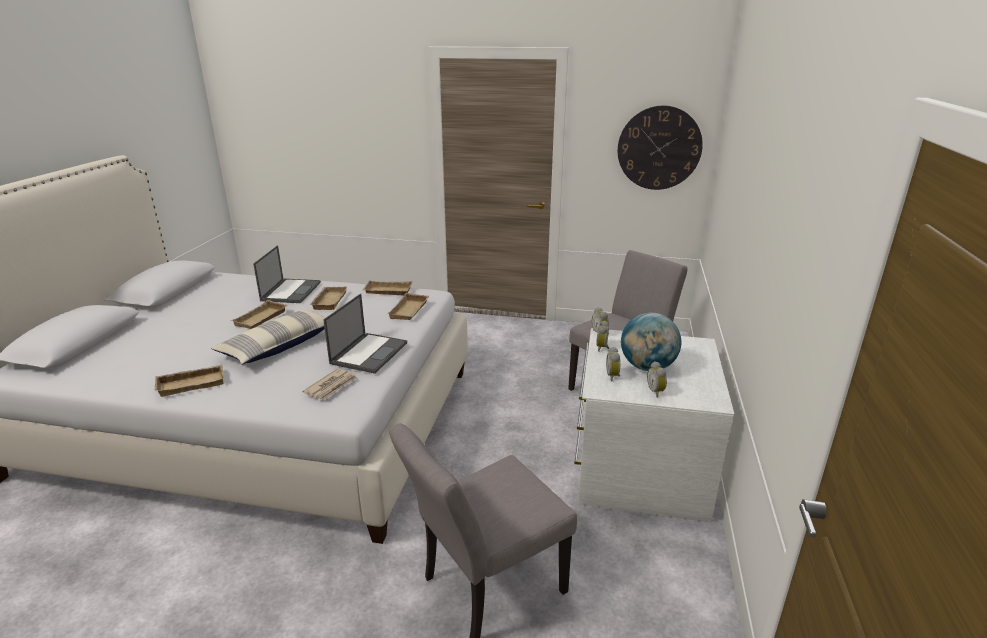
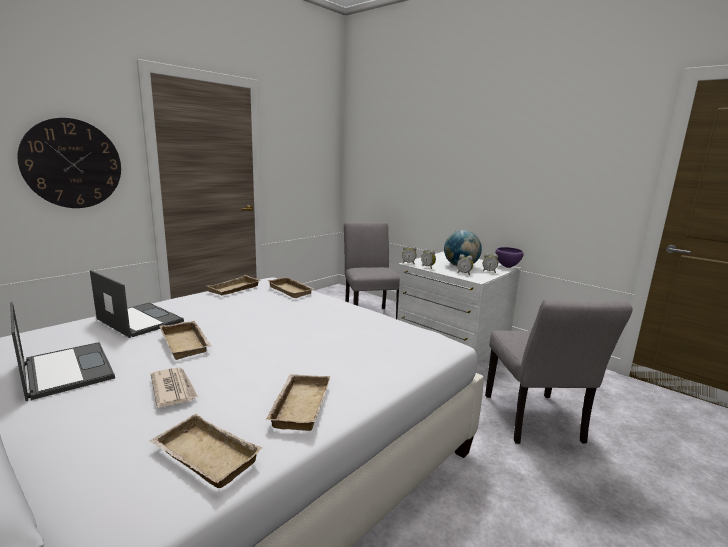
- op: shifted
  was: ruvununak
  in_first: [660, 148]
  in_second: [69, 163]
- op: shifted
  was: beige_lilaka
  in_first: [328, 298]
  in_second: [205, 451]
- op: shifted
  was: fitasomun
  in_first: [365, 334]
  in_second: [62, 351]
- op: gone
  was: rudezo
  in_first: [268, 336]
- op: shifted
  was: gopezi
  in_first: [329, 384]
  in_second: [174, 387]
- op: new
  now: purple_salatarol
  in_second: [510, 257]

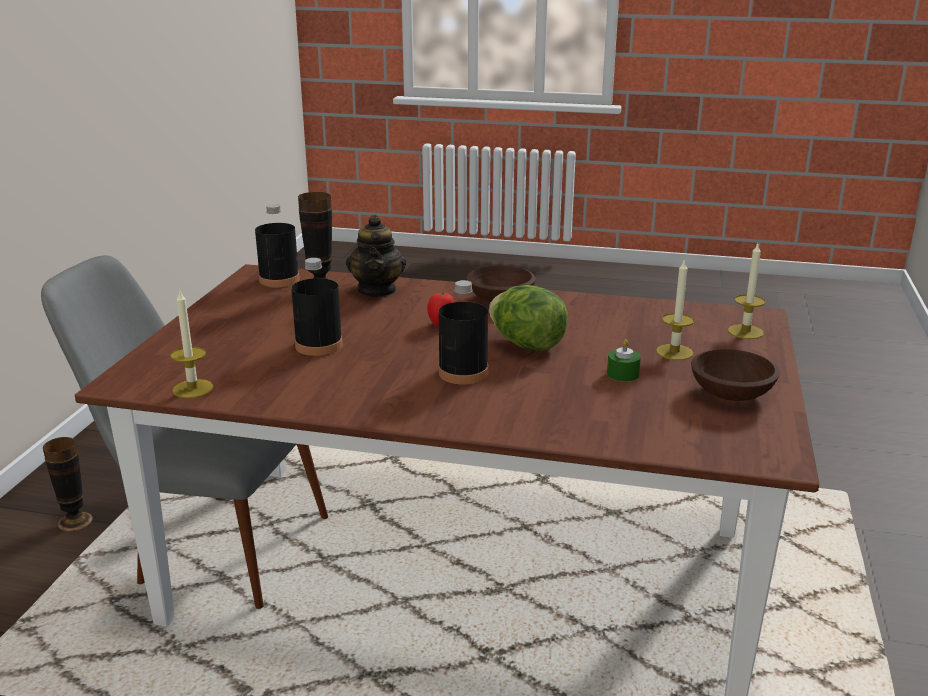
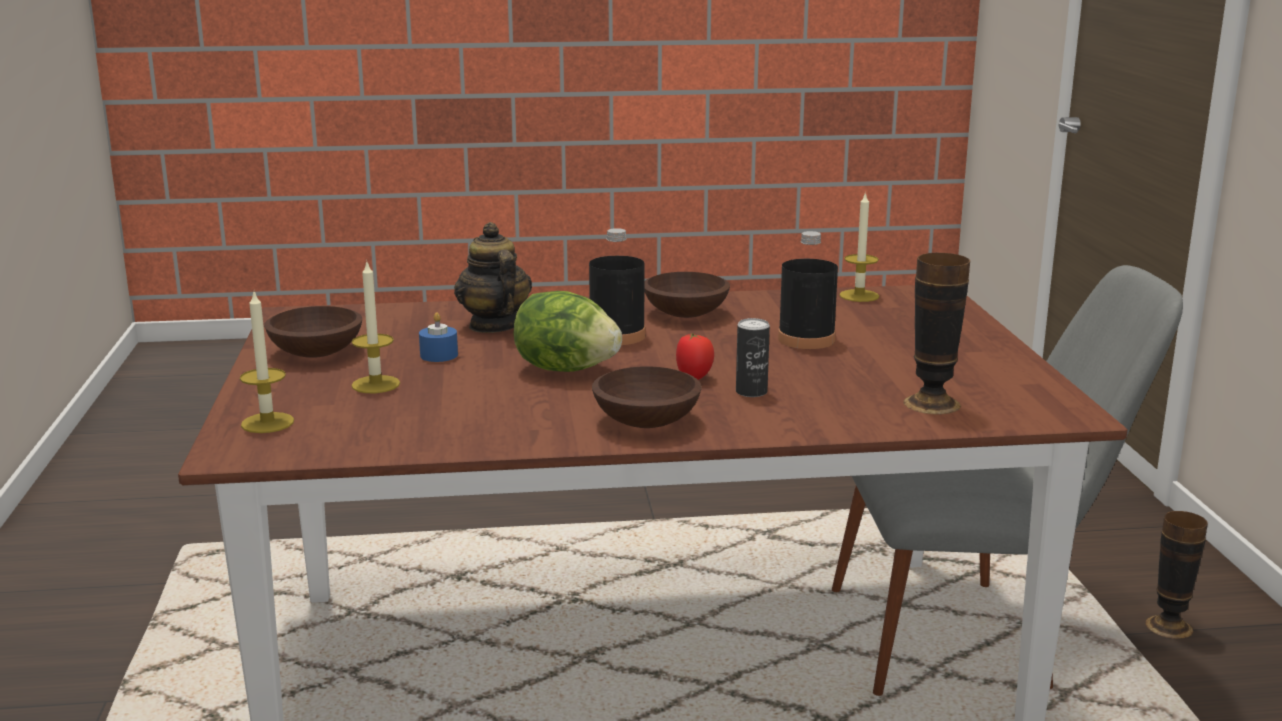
- op: gone
  was: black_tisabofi
  in_first: [277, 245]
- op: shifted
  was: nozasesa
  in_first: [376, 256]
  in_second: [493, 277]
- op: repainted
  was: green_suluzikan
  now: blue_suluzikan
  in_first: [624, 360]
  in_second: [438, 337]
- op: new
  now: brown_salatarol
  in_second: [687, 295]
- op: new
  now: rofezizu
  in_second: [753, 357]

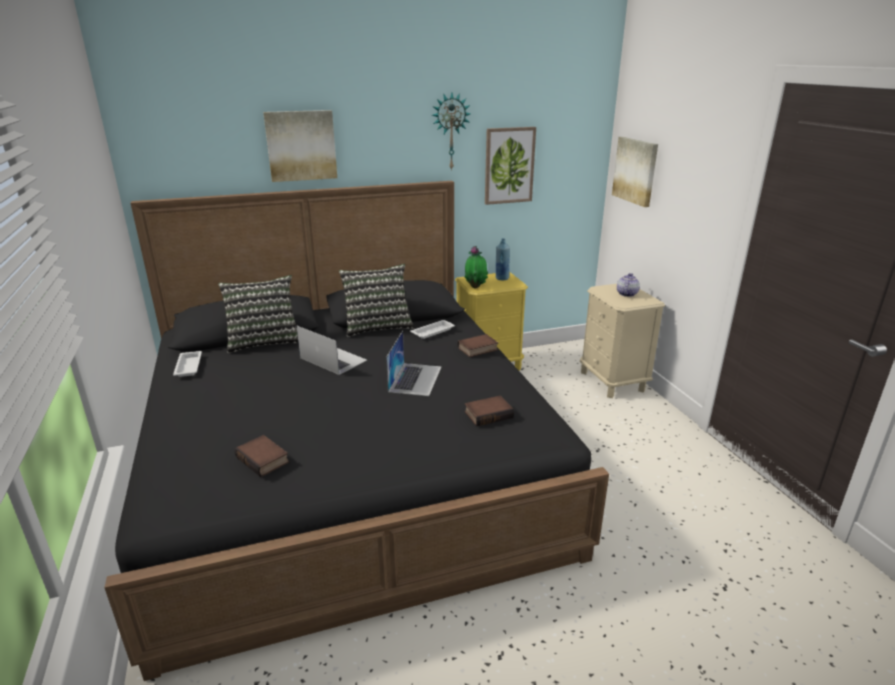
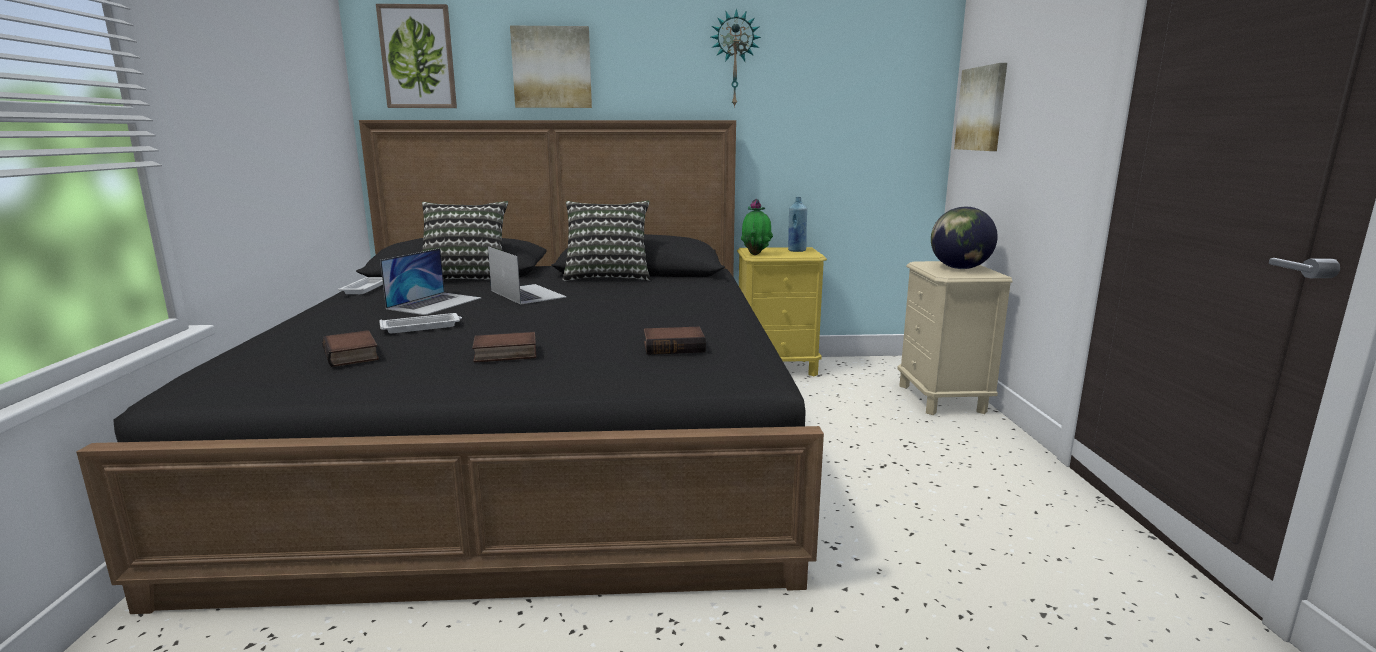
- op: shifted
  was: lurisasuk
  in_first: [510, 166]
  in_second: [416, 56]
- op: swapped
  was: nozasesa
  now: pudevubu
  in_first: [628, 285]
  in_second: [964, 238]
- op: shifted
  was: white_lilaka
  in_first: [432, 329]
  in_second: [420, 323]
- op: shifted
  was: fitasomun
  in_first: [414, 363]
  in_second: [430, 281]
- op: shifted
  was: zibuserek
  in_first: [477, 345]
  in_second: [504, 347]

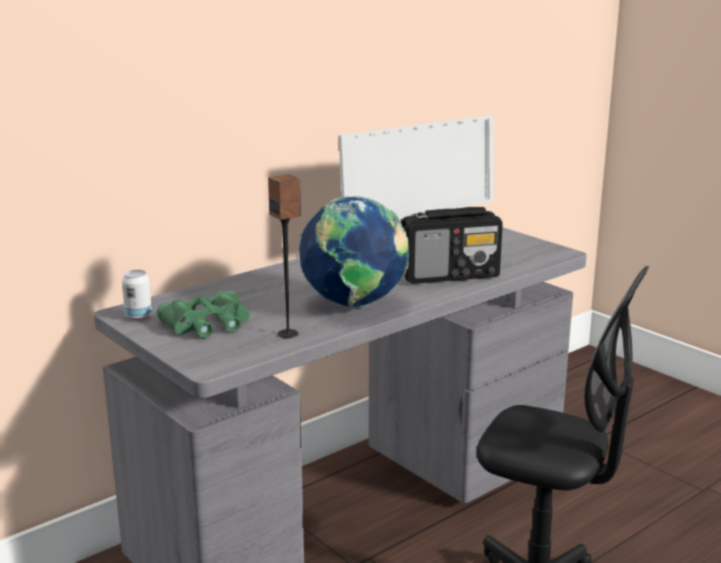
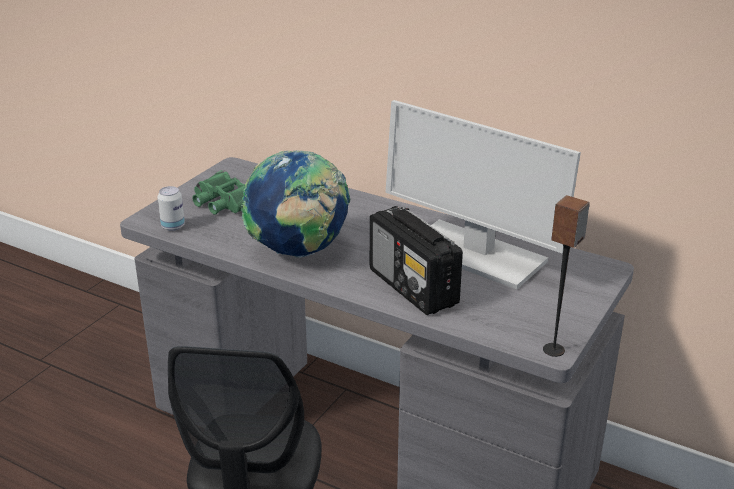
- op: shifted
  was: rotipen
  in_first: [284, 256]
  in_second: [566, 276]
- op: shifted
  was: rofezizu
  in_first: [137, 295]
  in_second: [171, 208]

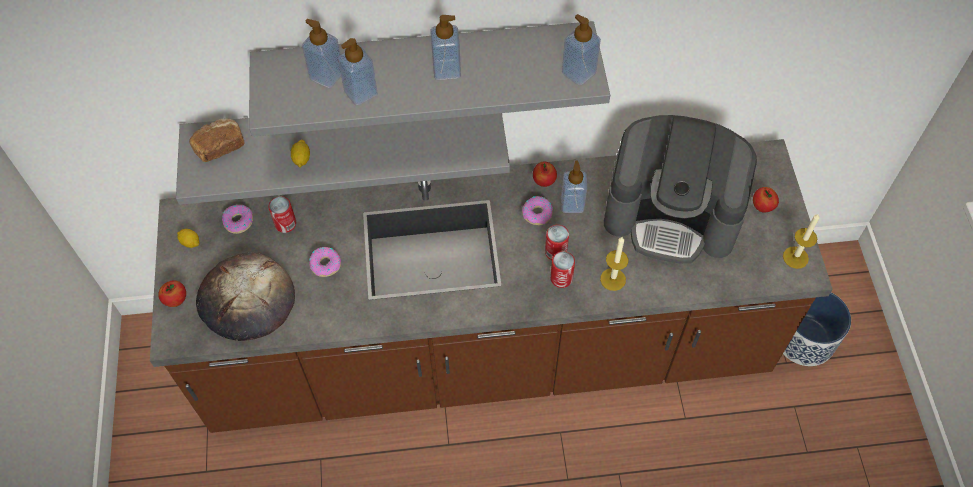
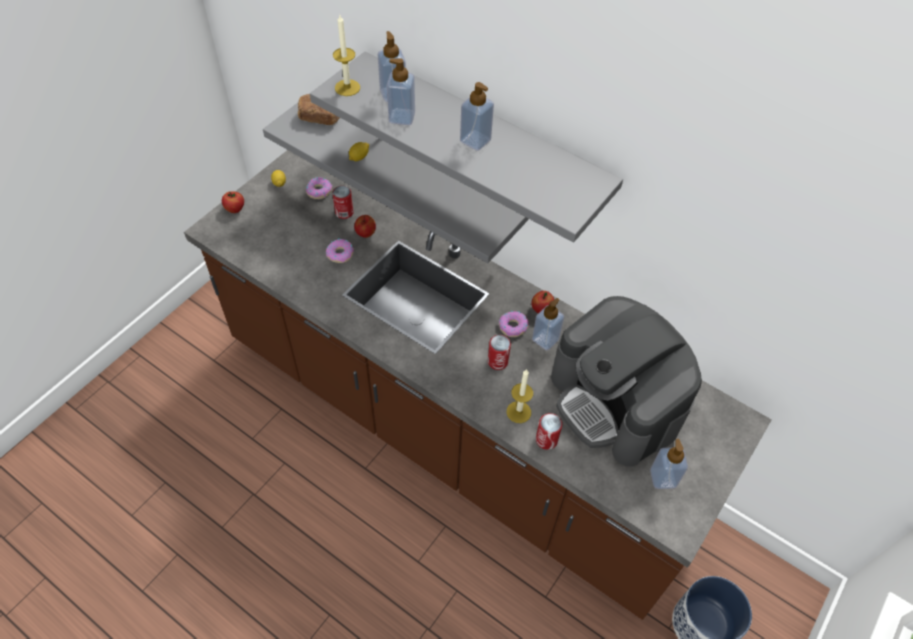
- op: shifted
  was: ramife
  in_first: [581, 49]
  in_second: [669, 464]
- op: shifted
  was: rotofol
  in_first: [766, 200]
  in_second: [365, 226]
- op: shifted
  was: suluzikan
  in_first: [801, 241]
  in_second: [346, 55]
- op: shifted
  was: rofezizu
  in_first: [562, 269]
  in_second: [549, 431]
- op: gone
  was: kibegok
  in_first: [245, 296]

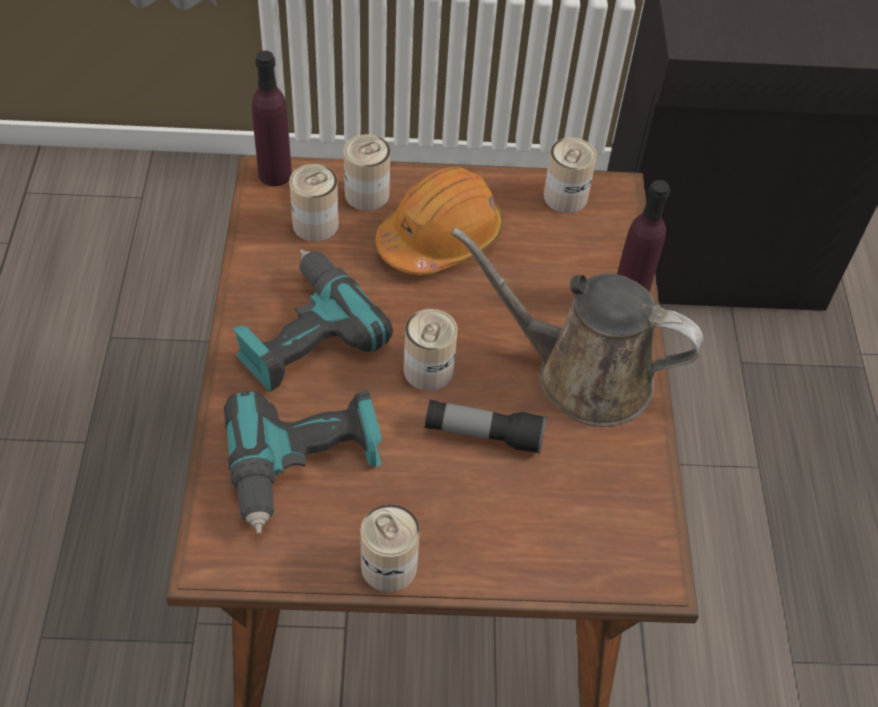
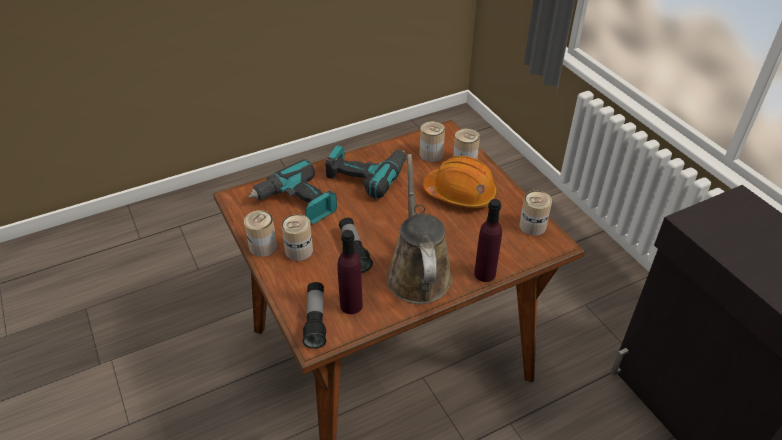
- op: shifted
  was: purple_tisabofi
  in_first: [272, 118]
  in_second: [350, 272]
- op: shifted
  was: rofezizu
  in_first: [431, 350]
  in_second: [297, 237]
- op: new
  now: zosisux
  in_second: [314, 315]

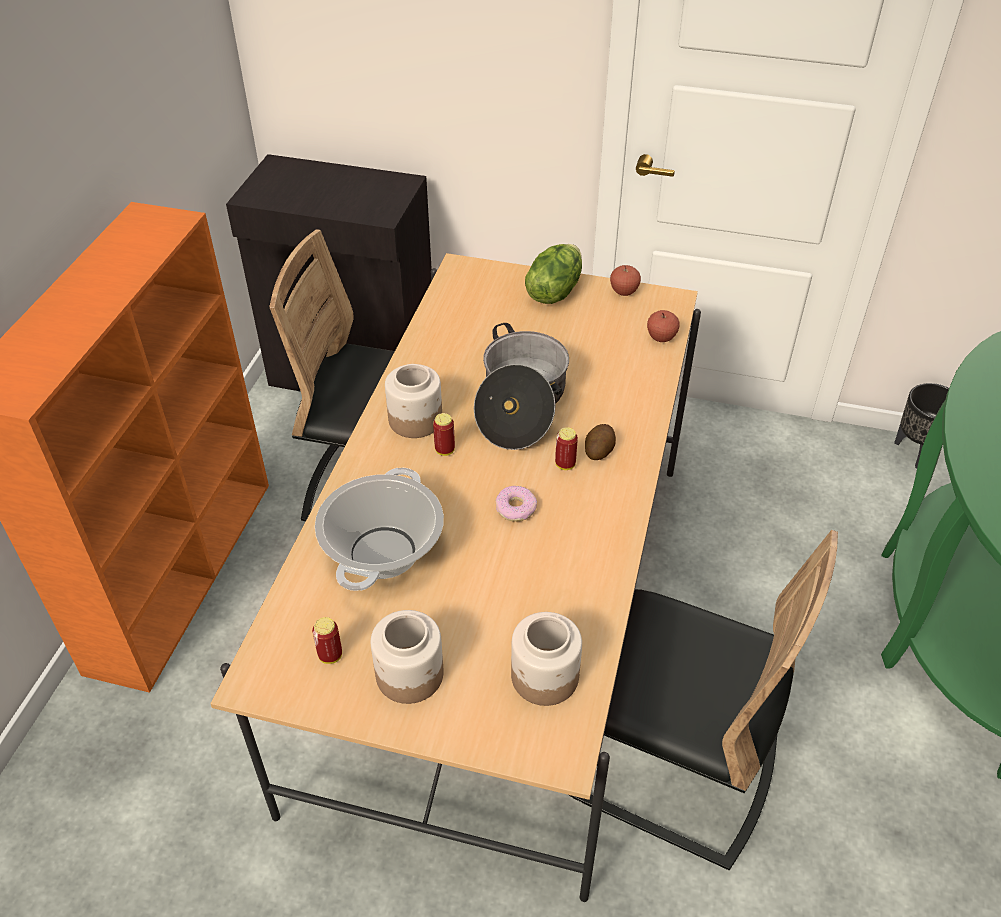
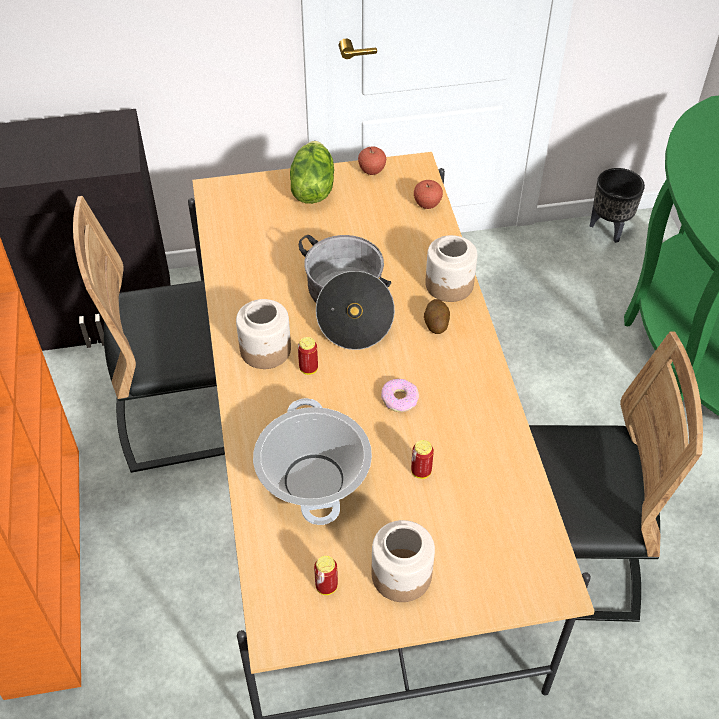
- op: shifted
  was: rofezizu
  in_first: [566, 448]
  in_second: [422, 459]
- op: shifted
  was: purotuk
  in_first: [546, 659]
  in_second: [451, 268]

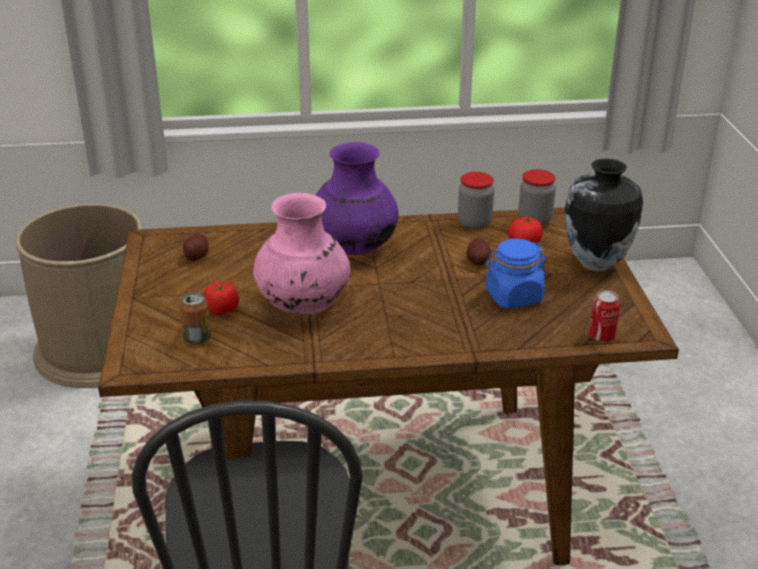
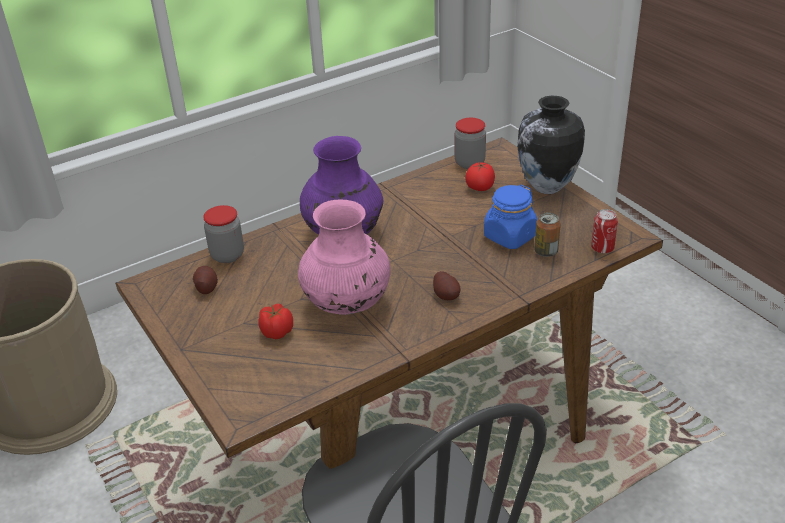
- op: shifted
  was: purotuk
  in_first: [476, 200]
  in_second: [223, 234]
- op: shifted
  was: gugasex
  in_first: [479, 251]
  in_second: [447, 285]
- op: shifted
  was: rofezizu
  in_first: [195, 318]
  in_second: [547, 234]

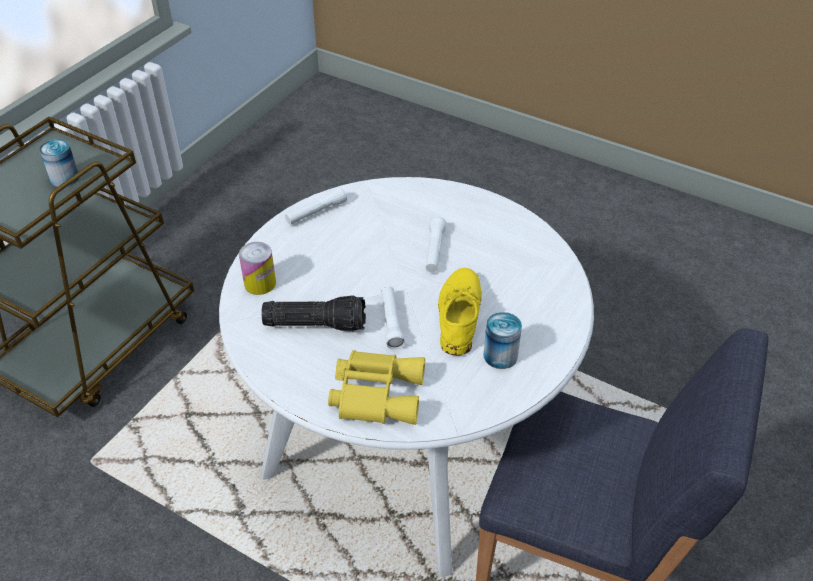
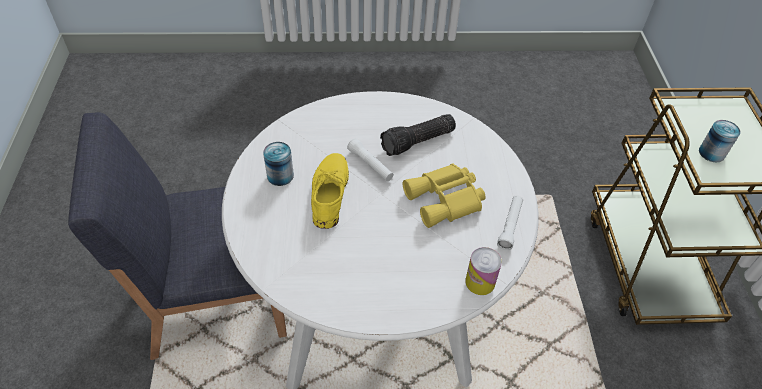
- op: gone
  was: white_zosisux
  in_first: [436, 245]
- op: shifted
  was: rofezizu
  in_first: [257, 268]
  in_second: [483, 271]
- op: rotated
  was: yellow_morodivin
  in_first: [460, 312]
  in_second: [330, 191]
  clockwise: -150
- op: shifted
  was: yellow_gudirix
  in_first: [376, 387]
  in_second: [444, 196]

